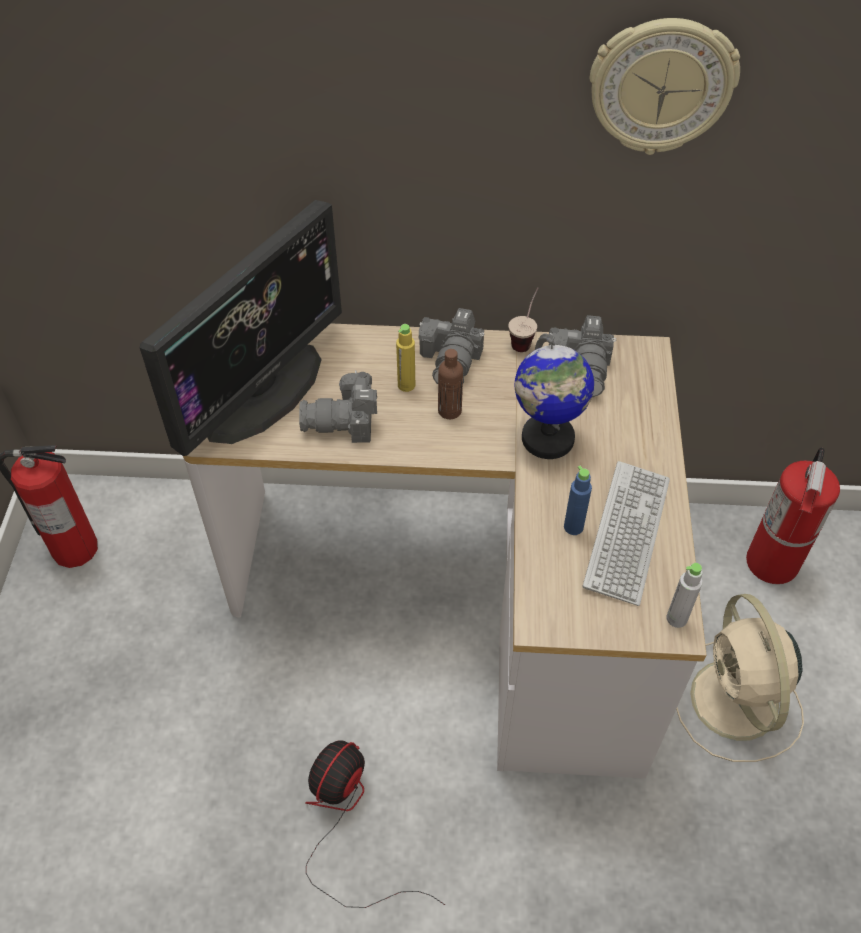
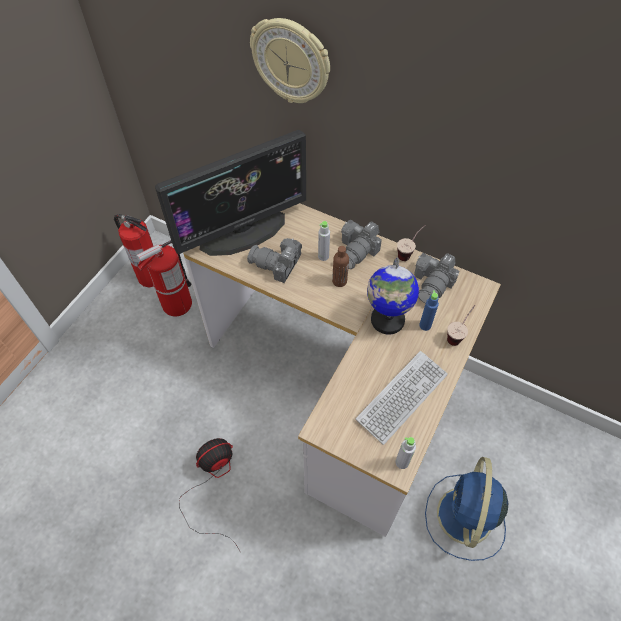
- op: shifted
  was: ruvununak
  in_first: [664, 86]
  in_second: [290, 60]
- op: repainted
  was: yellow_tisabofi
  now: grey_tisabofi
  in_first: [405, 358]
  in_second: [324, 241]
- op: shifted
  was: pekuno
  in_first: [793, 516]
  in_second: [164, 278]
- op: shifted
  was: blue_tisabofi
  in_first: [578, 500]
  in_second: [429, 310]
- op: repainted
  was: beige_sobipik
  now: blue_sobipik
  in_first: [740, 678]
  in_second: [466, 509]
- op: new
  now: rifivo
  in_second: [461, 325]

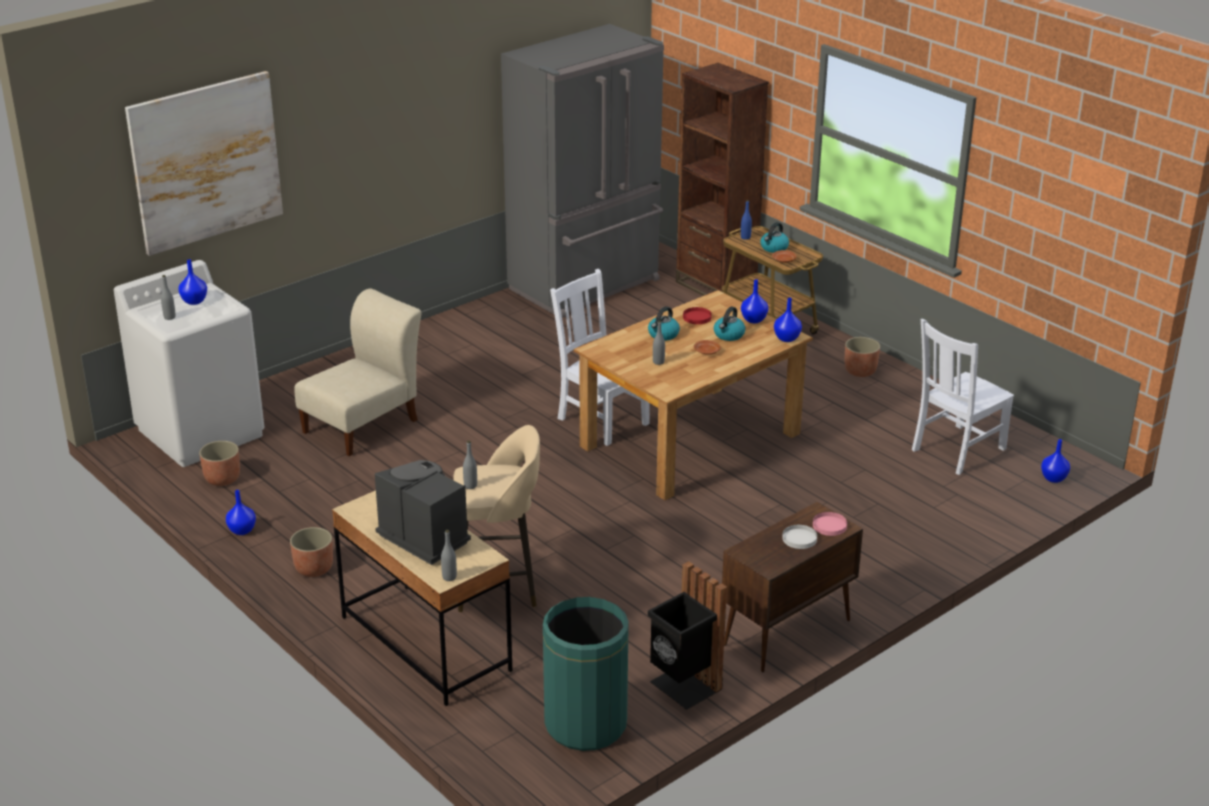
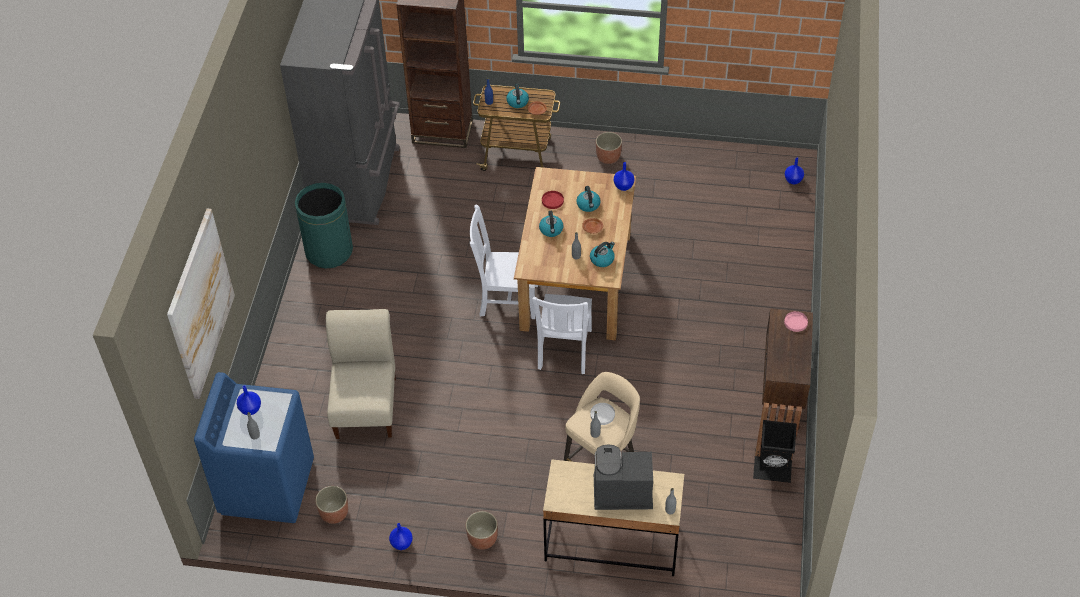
- op: repainted
  was: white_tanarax
  now: blue_tanarax
  in_first: [189, 363]
  in_second: [254, 447]
- op: gone
  was: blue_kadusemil
  in_first: [754, 301]
- op: shifted
  was: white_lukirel
  in_first: [963, 397]
  in_second: [562, 334]
- op: shifted
  was: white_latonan
  in_first: [799, 537]
  in_second: [602, 414]
- op: shifted
  was: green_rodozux
  in_first: [586, 674]
  in_second: [324, 226]
- op: new
  now: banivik
  in_second: [602, 254]

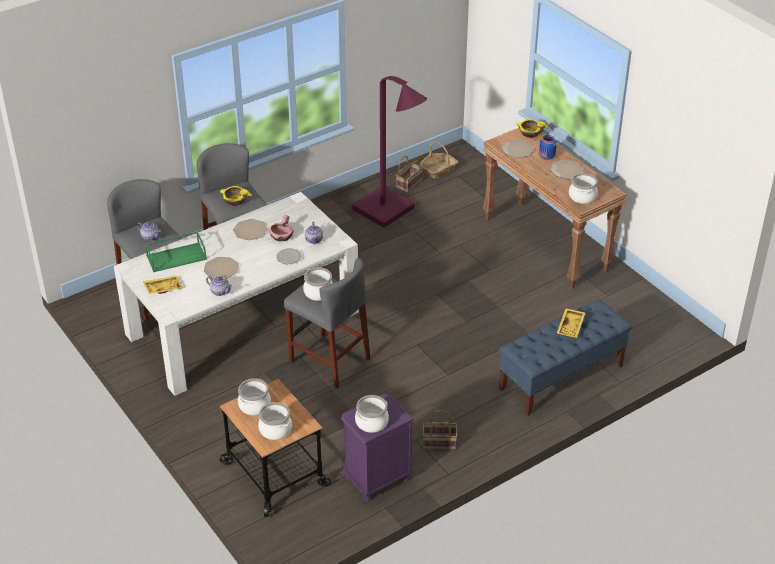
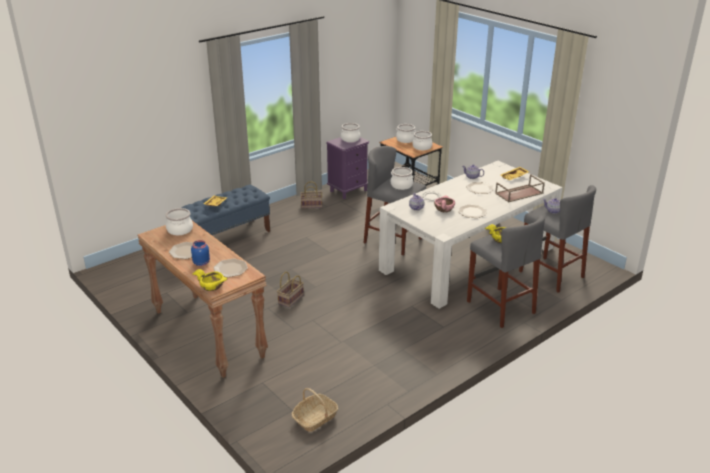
- op: gone
  was: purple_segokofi
  in_first: [389, 152]
- op: shifted
  was: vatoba
  in_first: [409, 174]
  in_second: [290, 290]
- op: repainted
  was: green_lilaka
  now: brown_lilaka
  in_first: [176, 252]
  in_second: [520, 188]

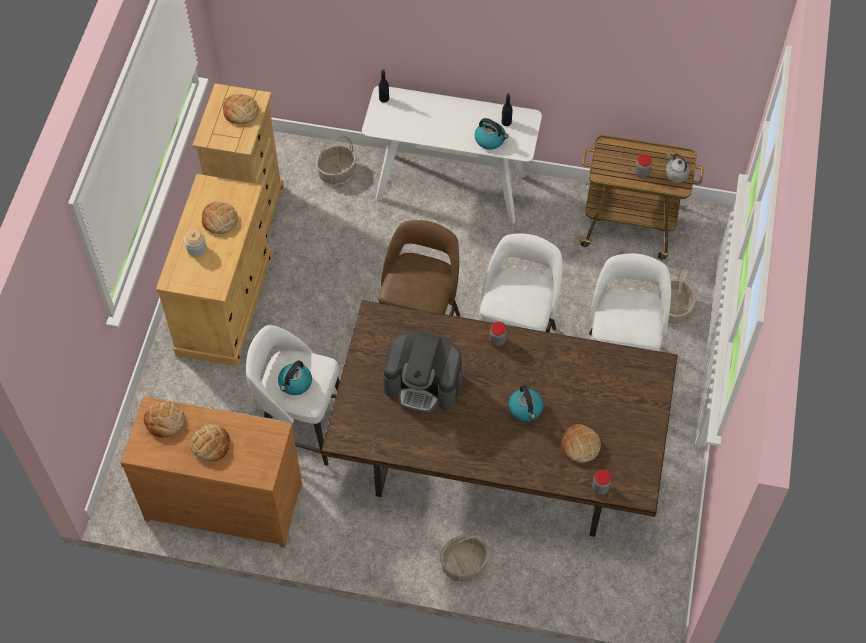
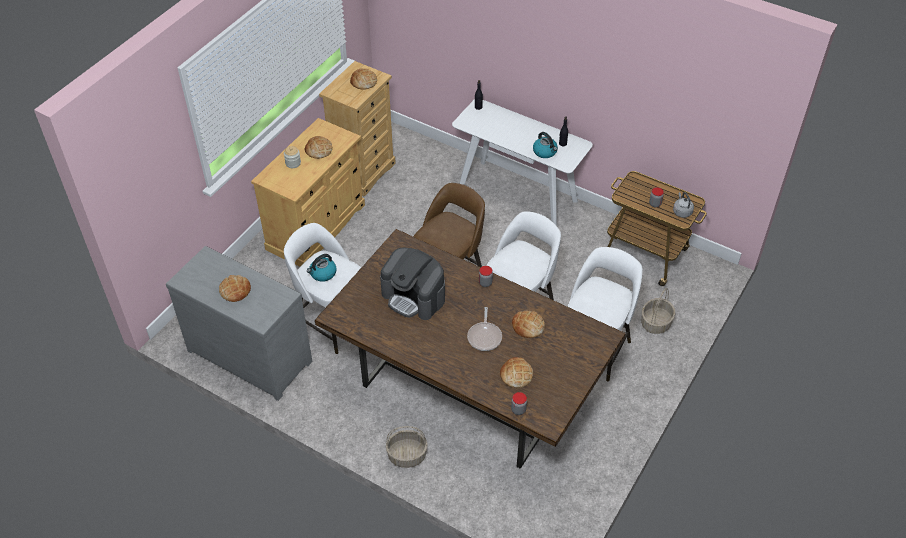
- op: gone
  was: vatoba
  in_first: [336, 159]
- op: swapped
  was: banivik
  now: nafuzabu
  in_first: [525, 403]
  in_second: [484, 329]
- op: repainted
  was: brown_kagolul
  now: grey_kagolul
  in_first: [211, 472]
  in_second: [239, 323]
- op: shifted
  was: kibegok
  in_first: [164, 419]
  in_second: [528, 324]

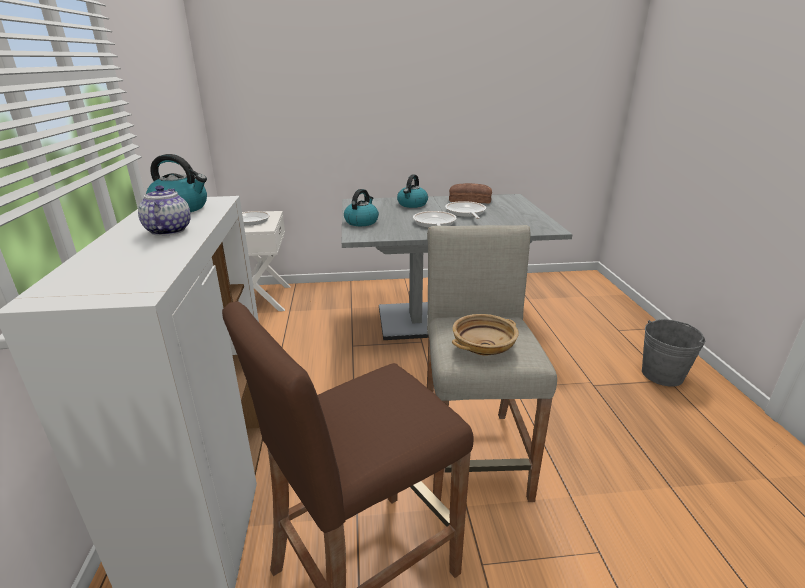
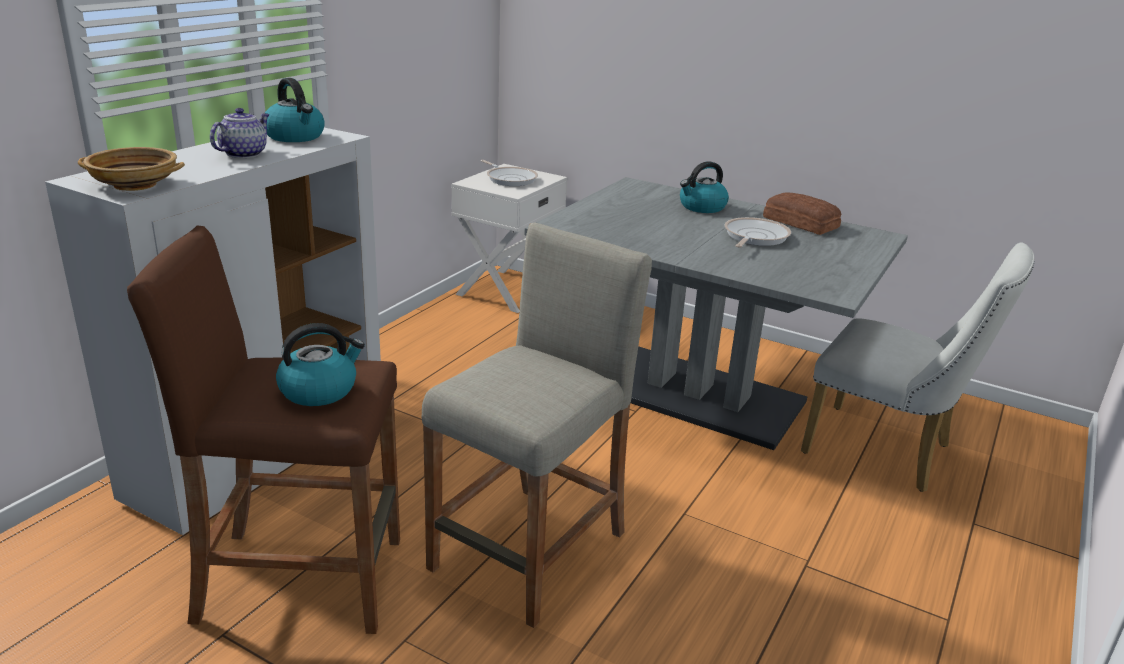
- op: shifted
  was: banivik
  in_first: [361, 207]
  in_second: [320, 364]
- op: gone
  was: nafuzabu
  in_first: [435, 219]
- op: shifted
  was: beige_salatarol
  in_first: [485, 334]
  in_second: [131, 169]
- op: gone
  was: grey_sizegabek
  in_first: [673, 353]
- op: new
  now: white_lukirel
  in_second: [917, 367]

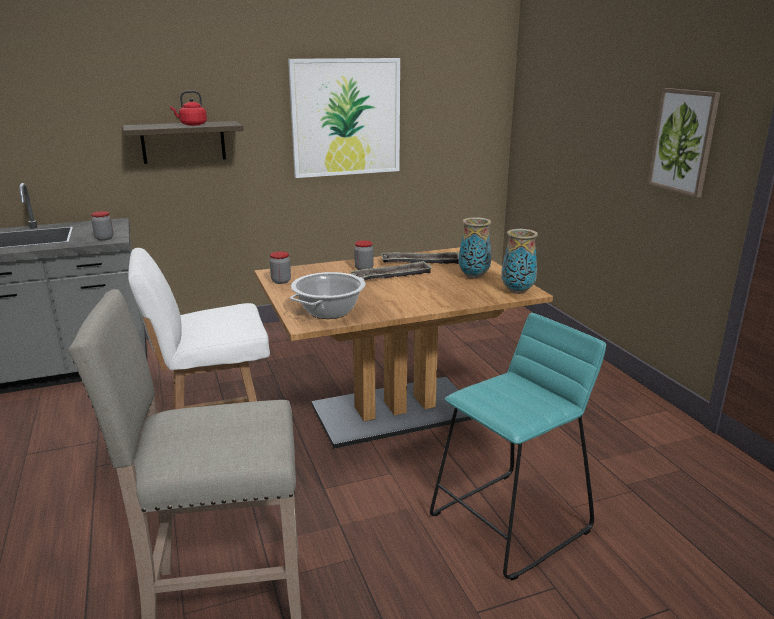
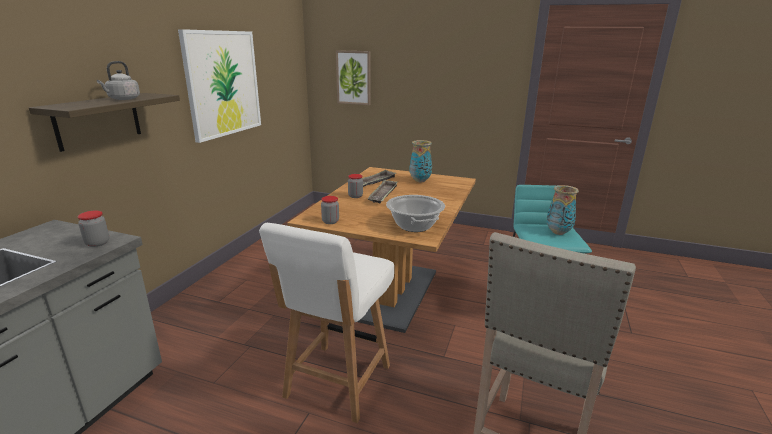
- op: shifted
  was: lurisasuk
  in_first: [684, 143]
  in_second: [353, 77]
- op: repainted
  was: red_banivik
  now: grey_banivik
  in_first: [188, 108]
  in_second: [118, 80]
- op: shifted
  was: kadusemil
  in_first: [519, 261]
  in_second: [562, 210]

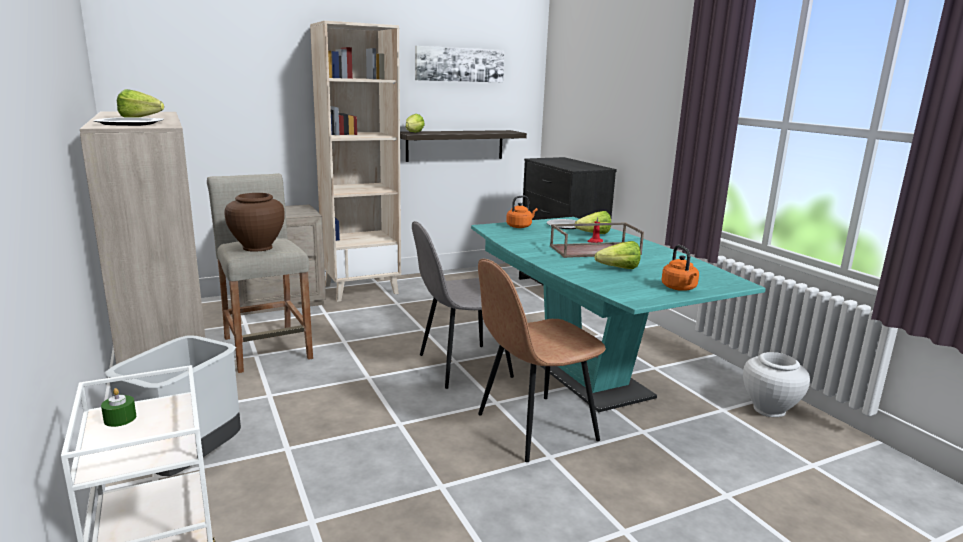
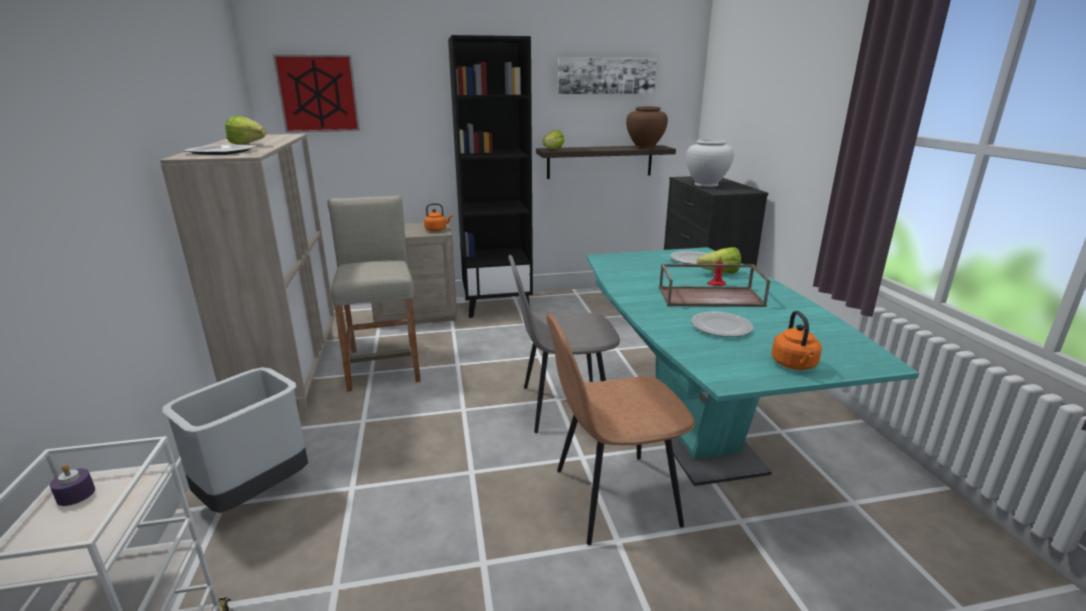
- op: repainted
  was: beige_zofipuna
  now: black_zofipuna
  in_first: [355, 161]
  in_second: [490, 176]
- op: shifted
  was: brown_kadusemil
  in_first: [254, 222]
  in_second: [647, 127]
- op: shifted
  was: orange_banivik
  in_first: [522, 212]
  in_second: [438, 217]
- op: swapped
  was: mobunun
  now: latonan
  in_first: [618, 255]
  in_second: [722, 324]
- op: shifted
  was: white_kadusemil
  in_first: [776, 384]
  in_second: [710, 163]
- op: repainted
  was: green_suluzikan
  now: purple_suluzikan
  in_first: [118, 407]
  in_second: [72, 485]
- op: new
  now: lurisasuk
  in_second: [316, 93]

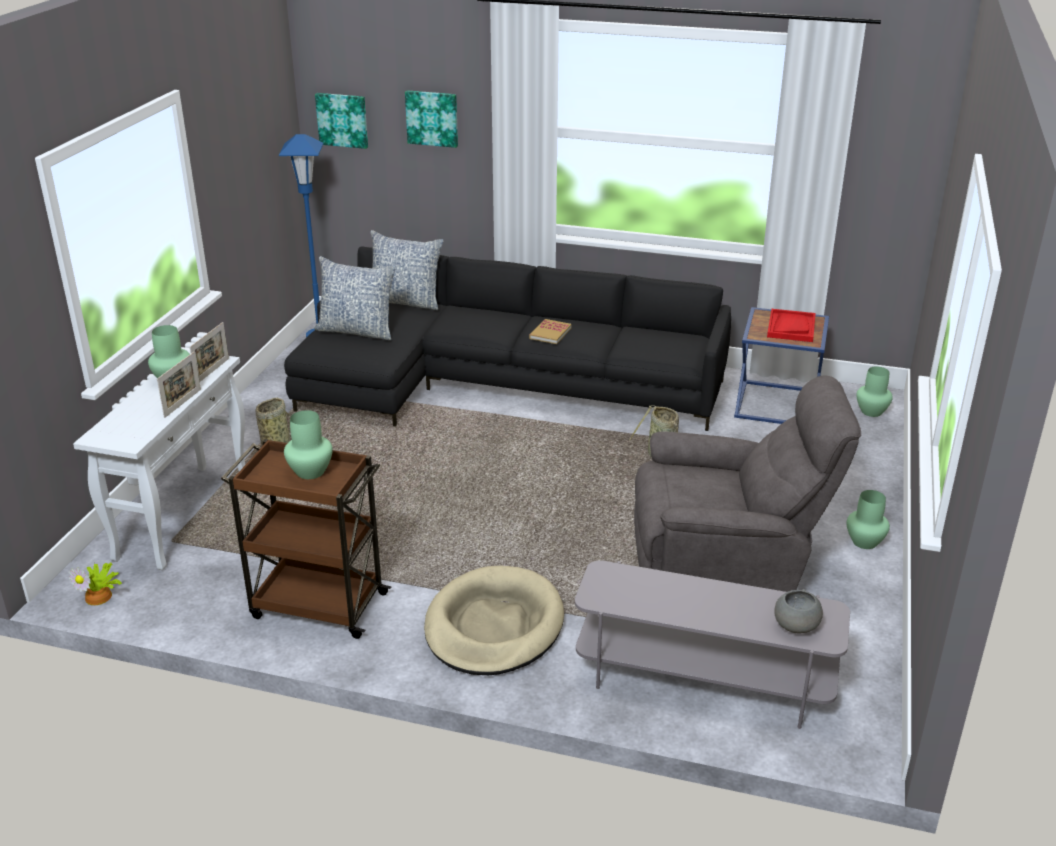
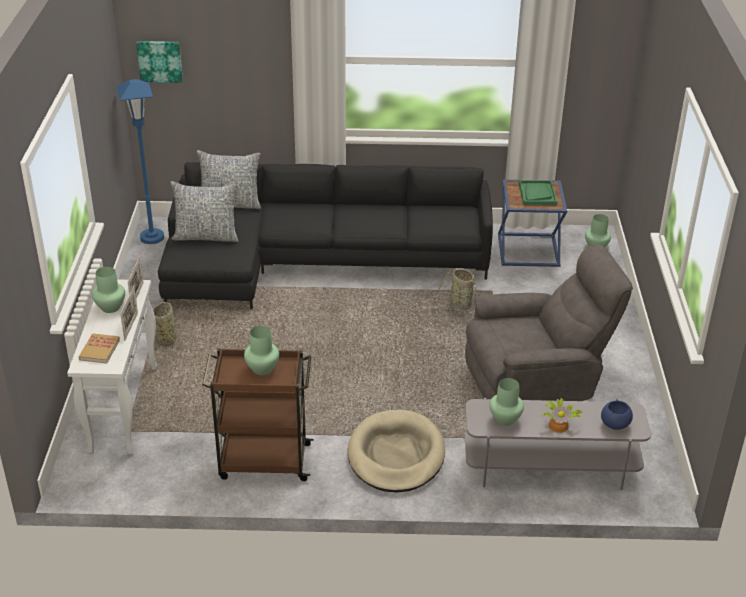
- op: gone
  was: lurisasuk
  in_first: [431, 119]
- op: repainted
  was: red_lilaka
  now: green_lilaka
  in_first: [791, 325]
  in_second: [538, 192]
- op: shifted
  was: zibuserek
  in_first: [550, 331]
  in_second: [99, 348]
- op: shifted
  was: green_kadusemil
  in_first: [868, 519]
  in_second: [506, 402]
- op: shifted
  was: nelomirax
  in_first: [95, 583]
  in_second: [561, 415]
- op: repainted
  was: grey_salatarol
  now: blue_salatarol
  in_first: [798, 611]
  in_second: [617, 414]

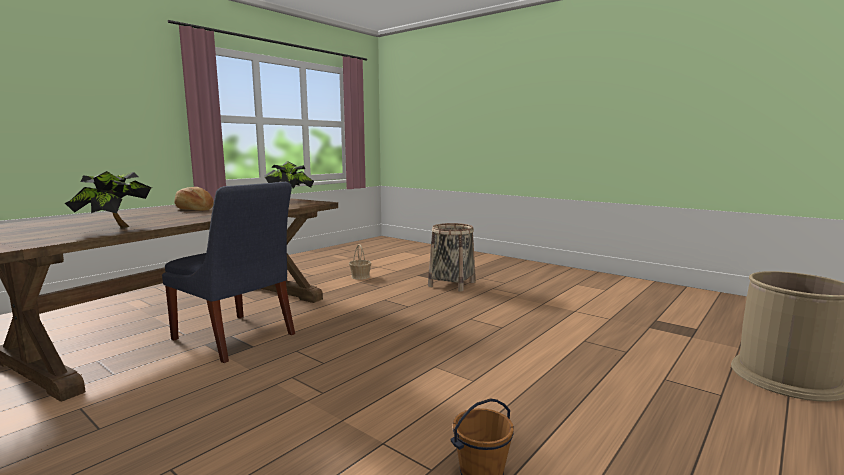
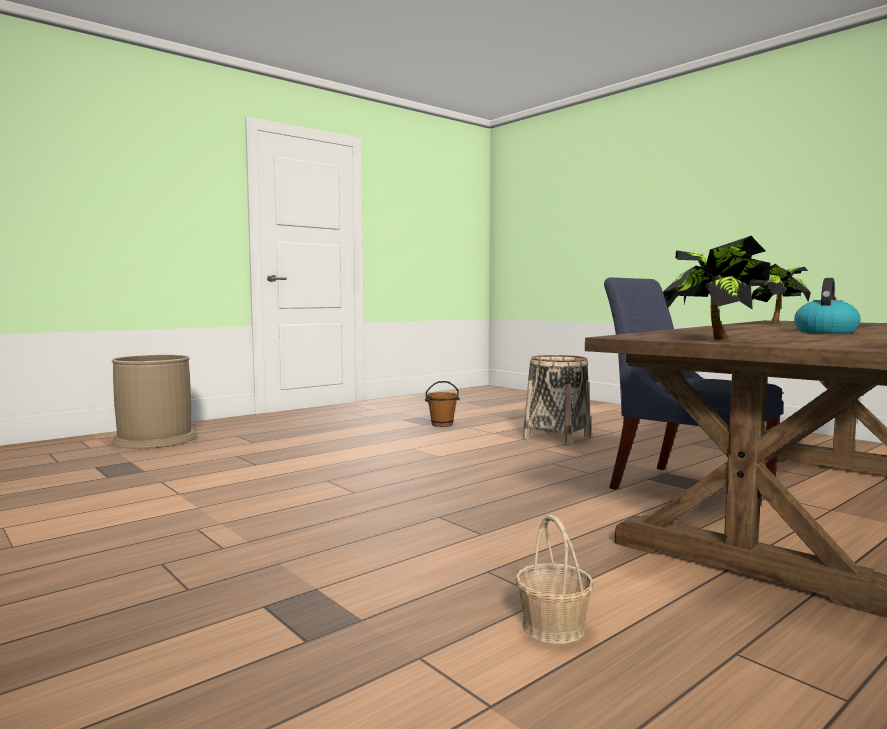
- op: swapped
  was: kibegok
  now: banivik
  in_first: [194, 199]
  in_second: [827, 306]
- op: shifted
  was: vatoba
  in_first: [452, 257]
  in_second: [557, 400]

